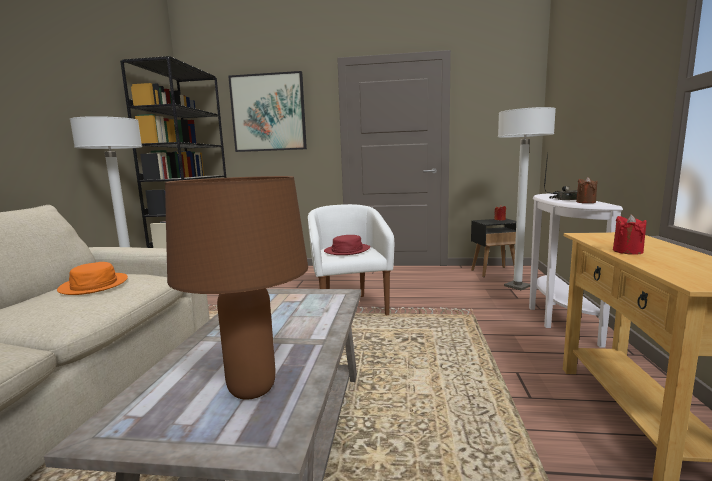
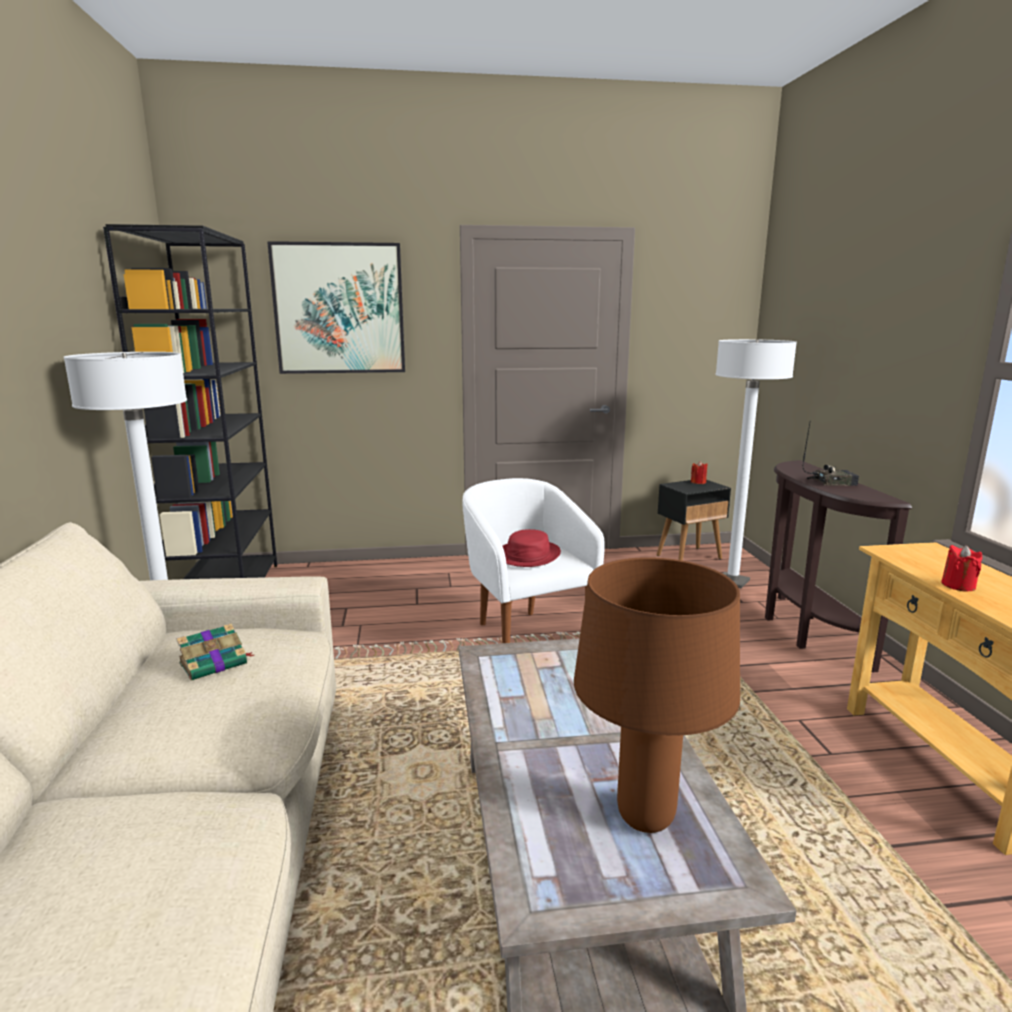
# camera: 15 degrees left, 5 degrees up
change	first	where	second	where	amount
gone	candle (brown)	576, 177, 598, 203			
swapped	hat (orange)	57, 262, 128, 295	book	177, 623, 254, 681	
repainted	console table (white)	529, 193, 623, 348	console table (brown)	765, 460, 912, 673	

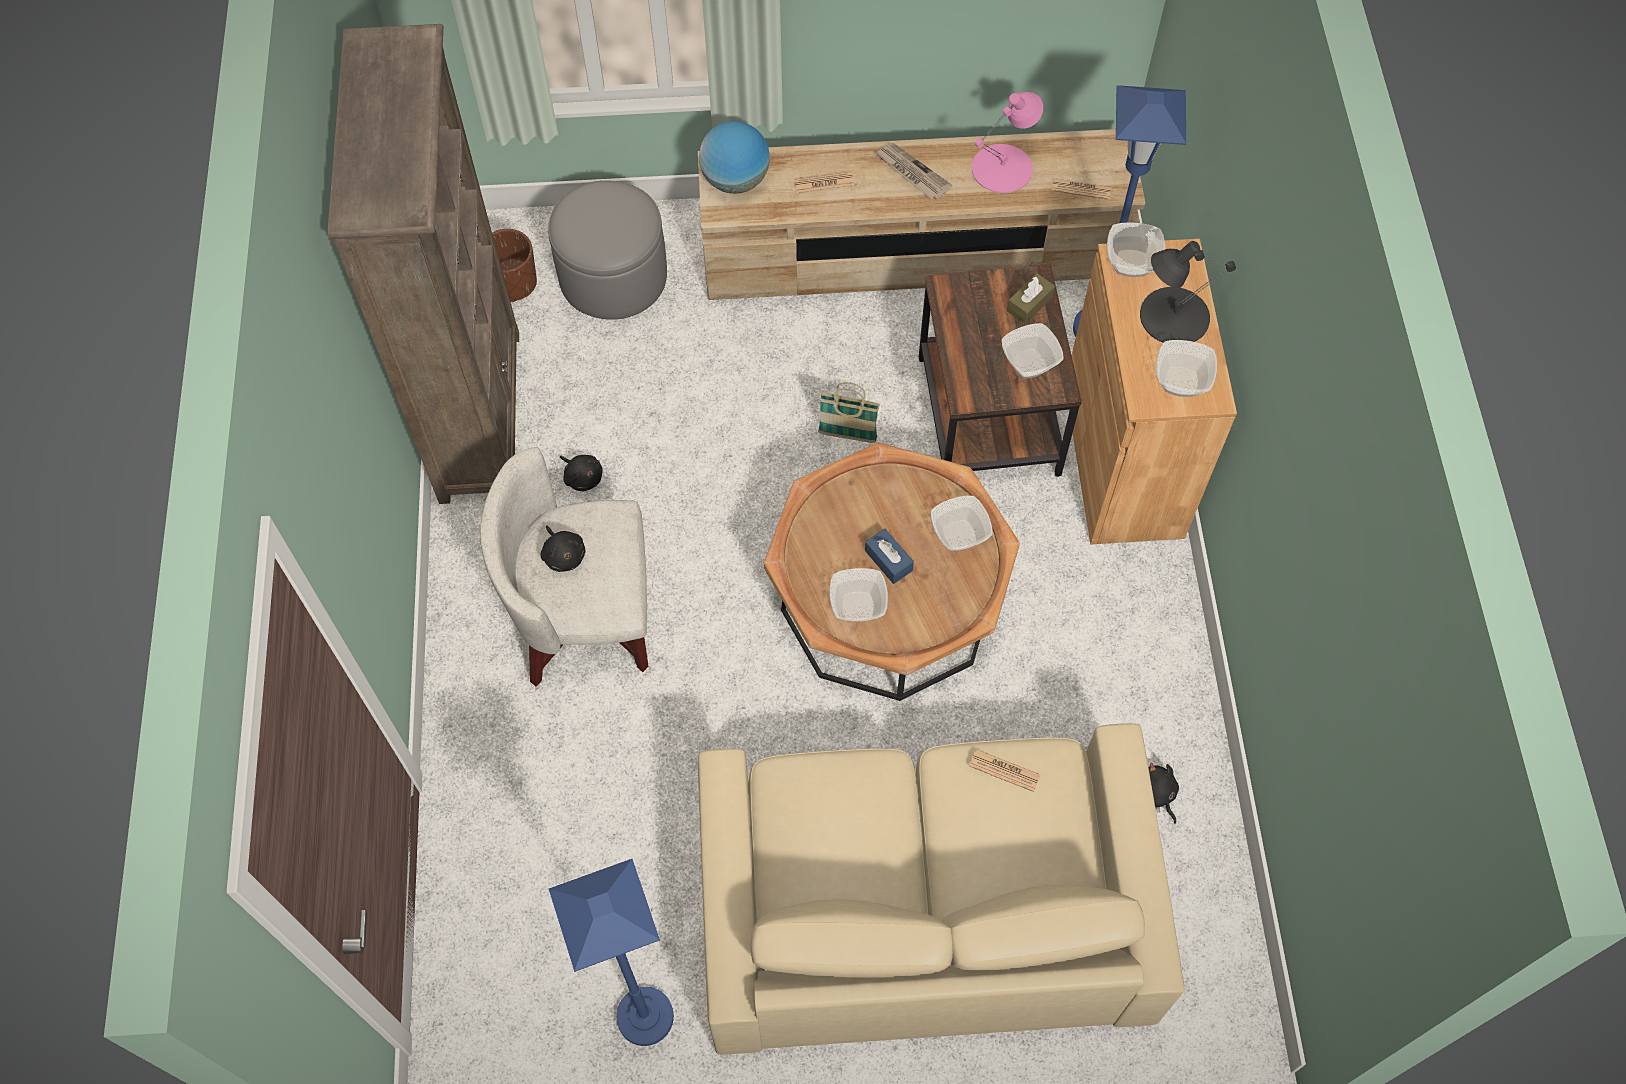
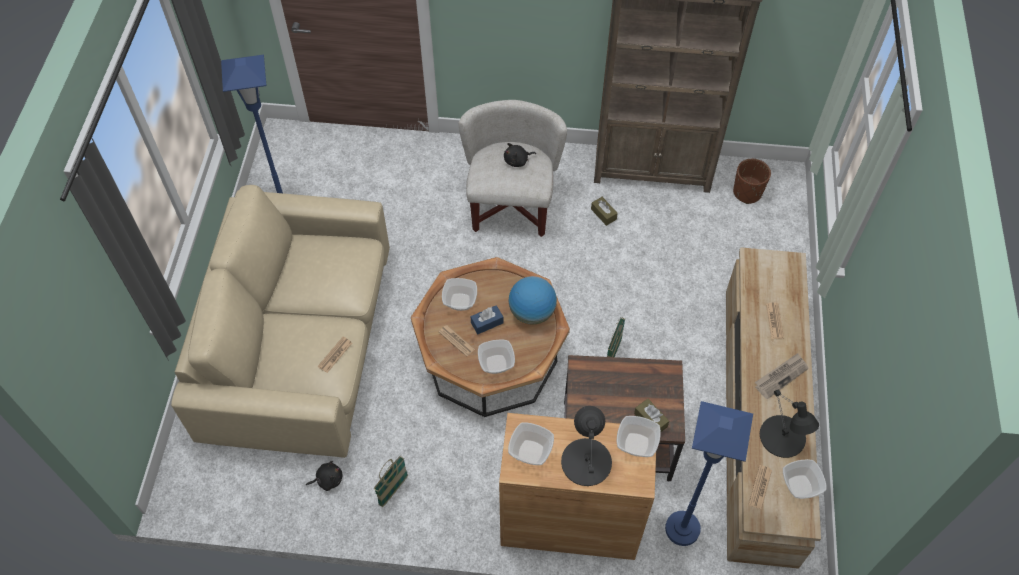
# camera: 100 degrees right, 5 degrees down
change	first	where	second	where	amount
gone	ottoman (grey)	548, 180, 667, 320			
new			basket	374, 456, 408, 507	
new			newspaper	438, 325, 475, 357	
shifted	globe	699, 121, 770, 194		509, 276, 557, 324	
shifted	bowl	1001, 323, 1064, 379		783, 459, 826, 499	
swapped	plush toy (black)	560, 455, 603, 492	tissue box (brown)	591, 197, 618, 226	
repainted	table lamp (pink)	972, 92, 1043, 193	table lamp (black)	760, 389, 819, 458	

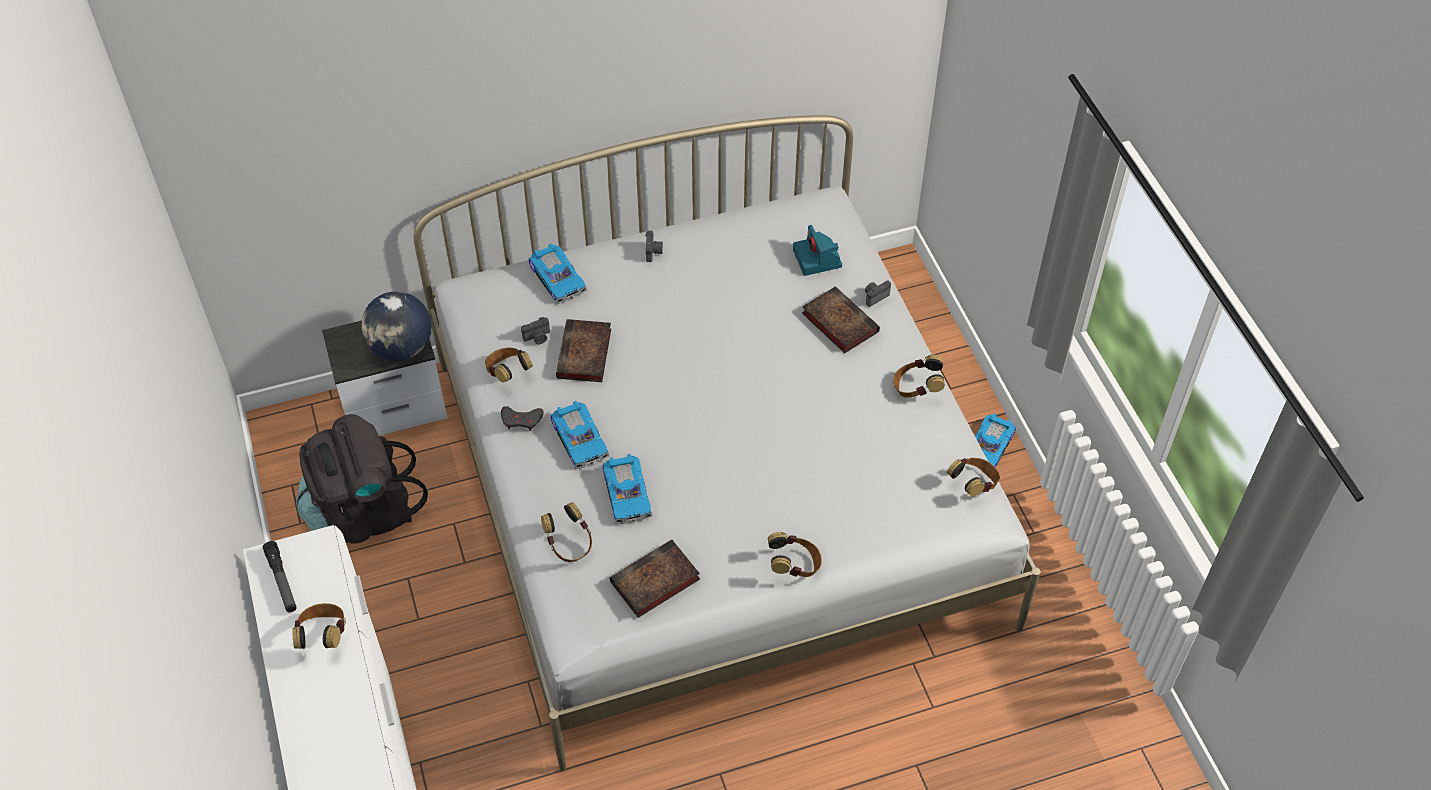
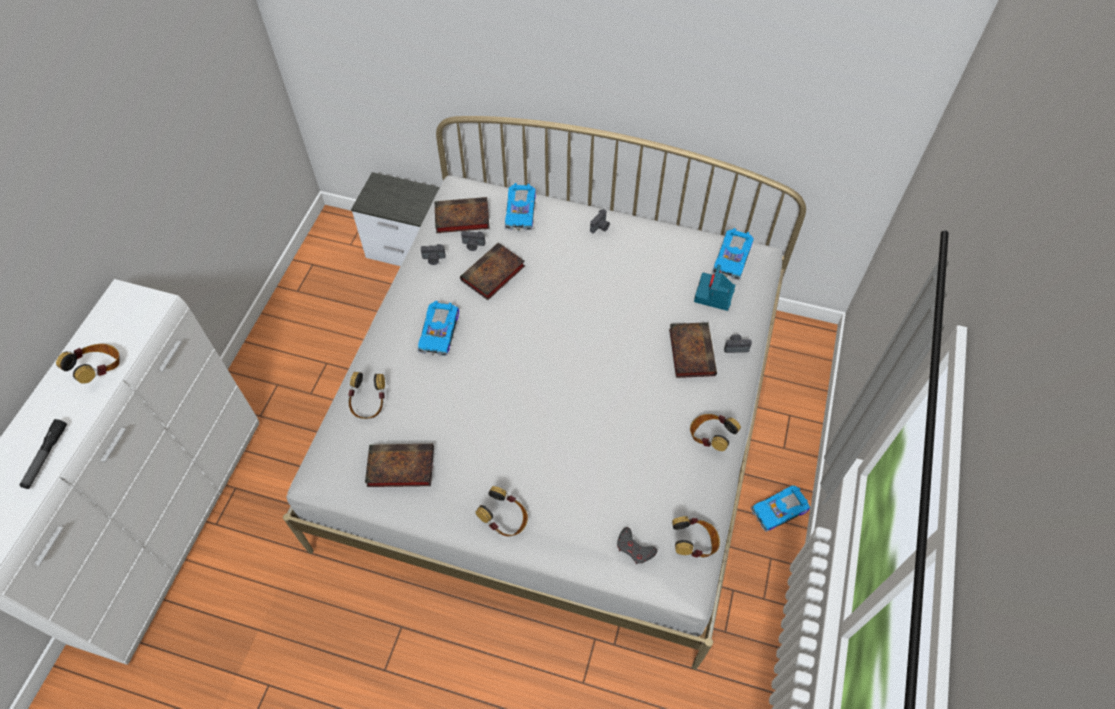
# camera: 35 degrees right, 5 degrees up
change	first	where	second	where	amount
gone	backpack (black)	296, 414, 428, 544			
gone	globe	361, 292, 432, 361			
new			book	435, 197, 490, 233	
shifted	flashlight	263, 541, 297, 613		20, 419, 67, 489	
shifted	game controller (grey)	501, 406, 544, 431		617, 527, 657, 564	
shifted	toy car	603, 454, 652, 524		712, 228, 754, 280	
swapped	headphones	485, 348, 533, 383	photo camera	421, 244, 446, 265	

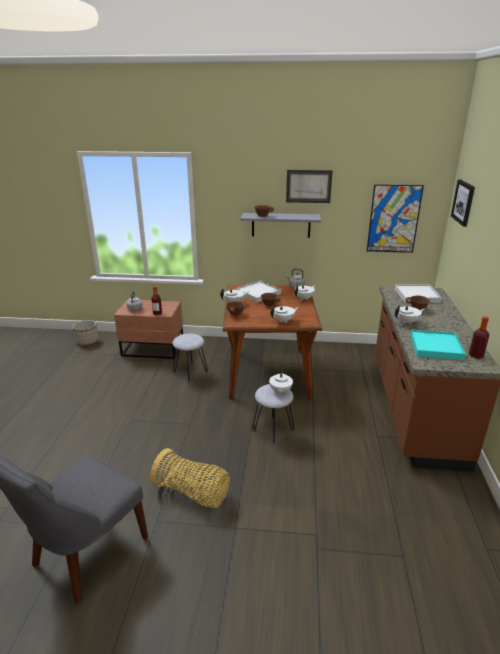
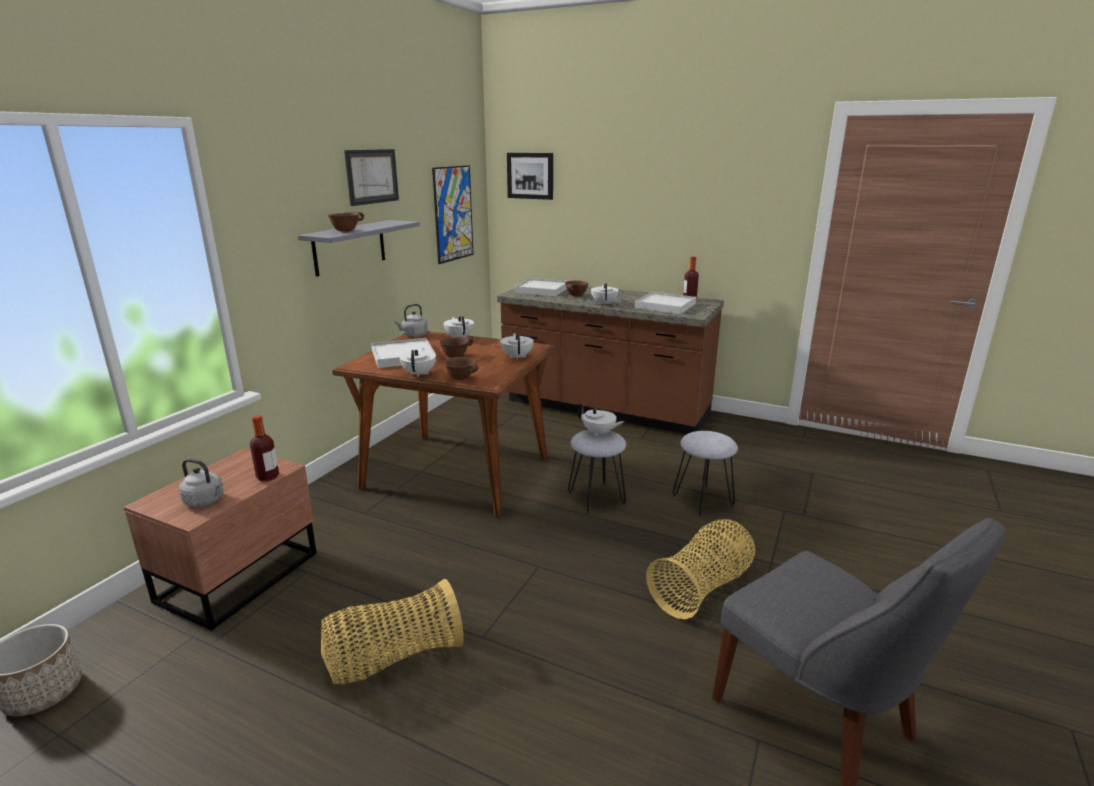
# camera: 70 degrees left, 5 degrees down
change	first	where	second	where	amount
new			basket	321, 578, 464, 684	
shifted	stool (grey)	172, 333, 208, 382		673, 431, 738, 516	
repainted	tray (turquoise)	410, 330, 466, 360	tray (white)	635, 292, 696, 314	

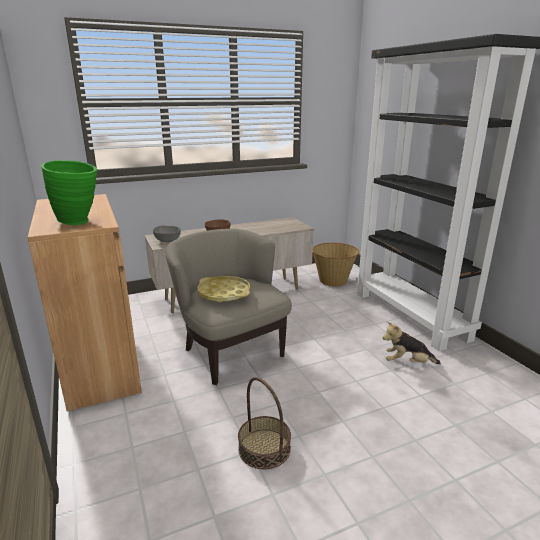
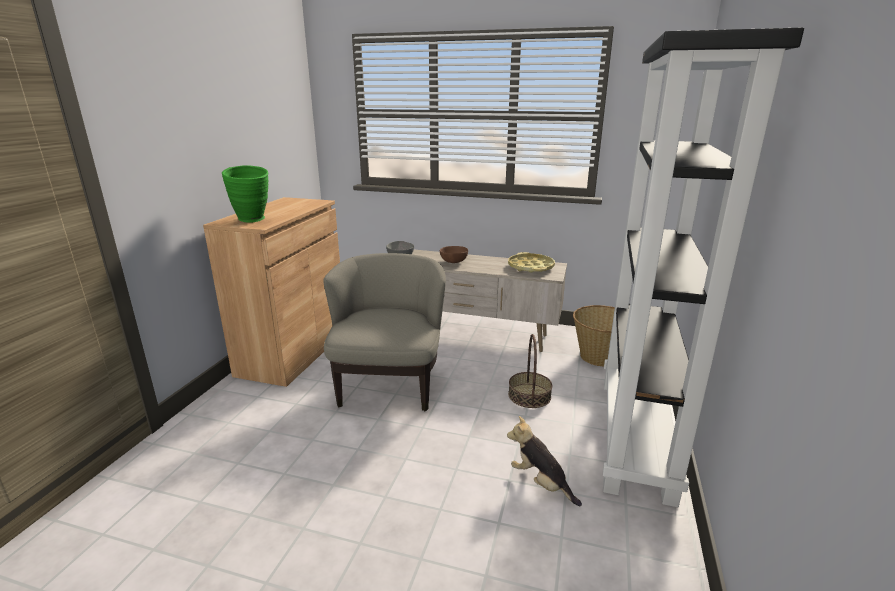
# camera: 40 degrees right, 0 degrees up
change	first	where	second	where	amount
shifted	tray (yellow)	197, 276, 250, 303		508, 252, 555, 273	
shifted	basket	238, 377, 291, 469		508, 334, 552, 408	

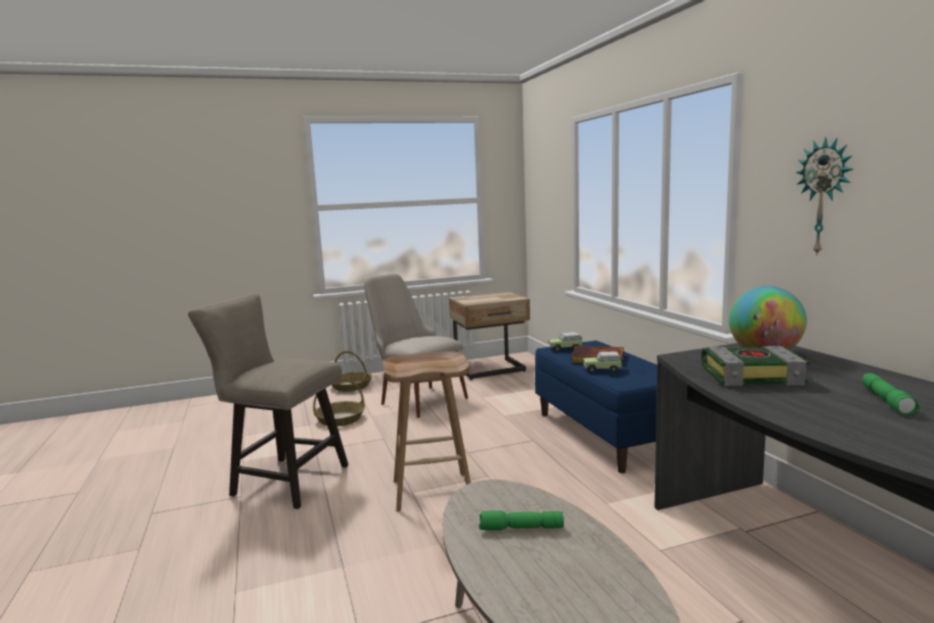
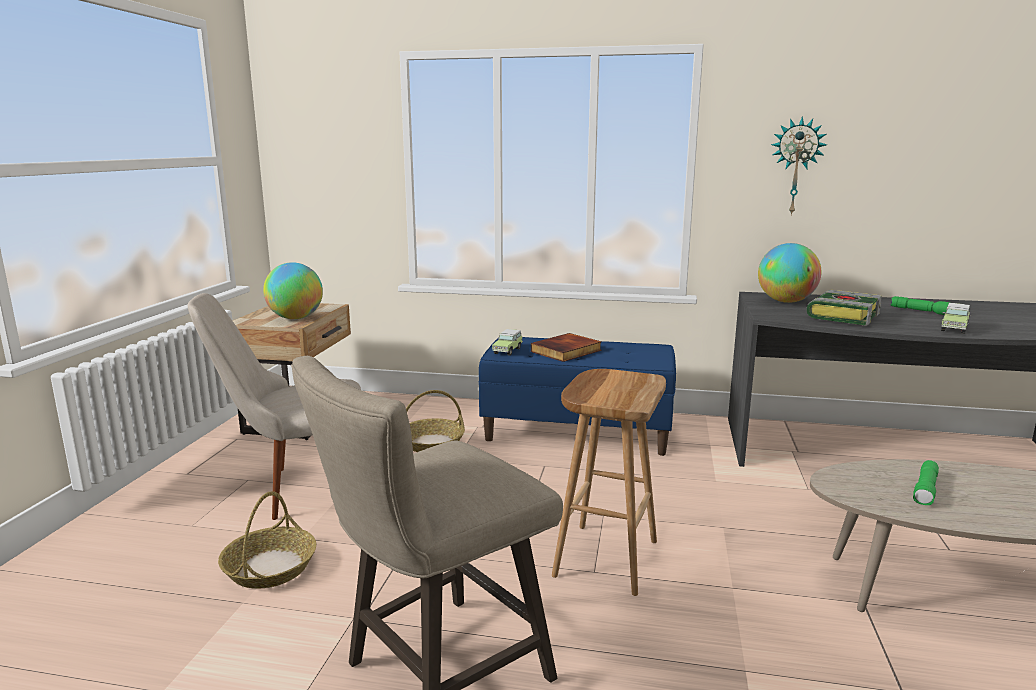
# camera: 60 degrees left, 5 degrees up
change	first	where	second	where	amount
new			globe	263, 262, 323, 319	
shifted	basket	332, 351, 372, 391		406, 390, 465, 452	
shifted	toy car	583, 352, 623, 373		941, 303, 971, 334	

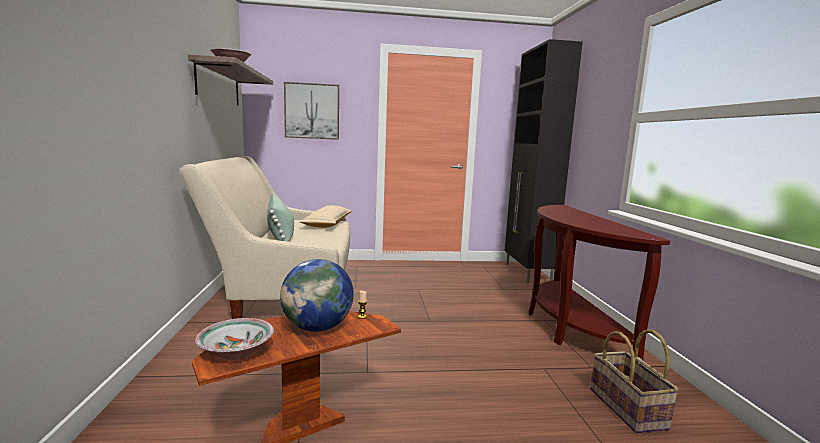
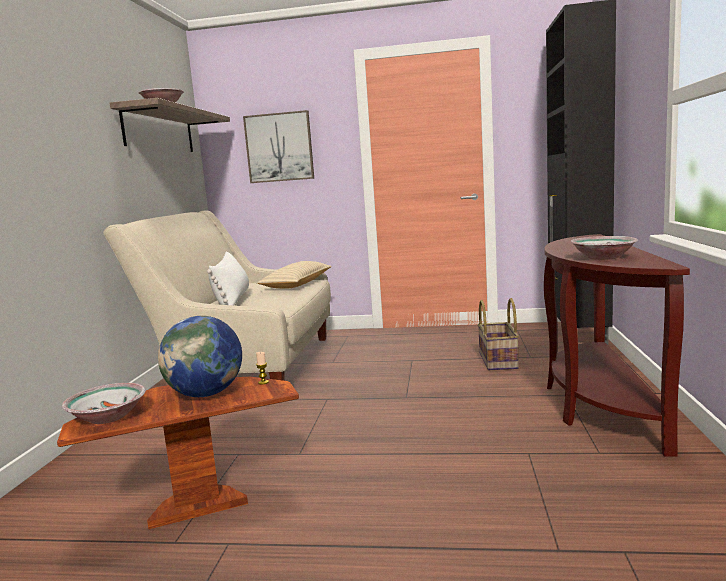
# camera: 15 degrees right, 0 degrees up
change	first	where	second	where	amount
new			bowl	571, 236, 638, 260	
shifted	basket	590, 329, 679, 433		478, 298, 519, 370	
repainted	pillow (green)	267, 193, 294, 242	pillow (white)	207, 251, 249, 305	

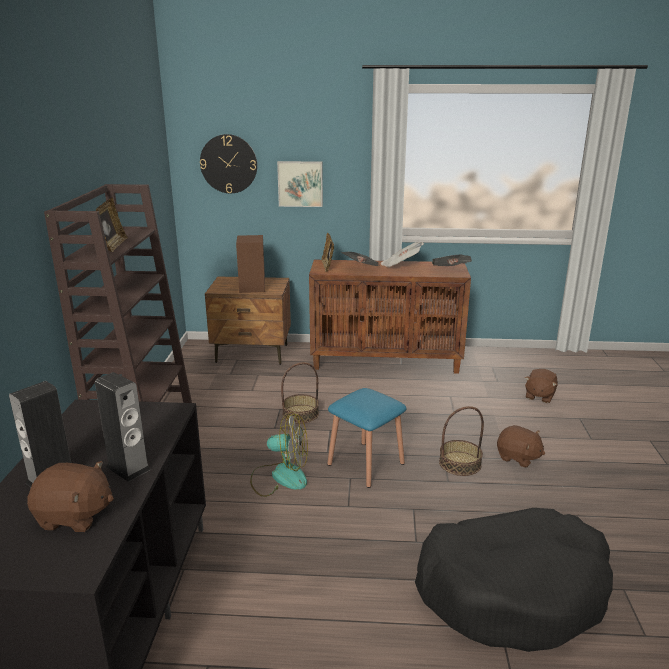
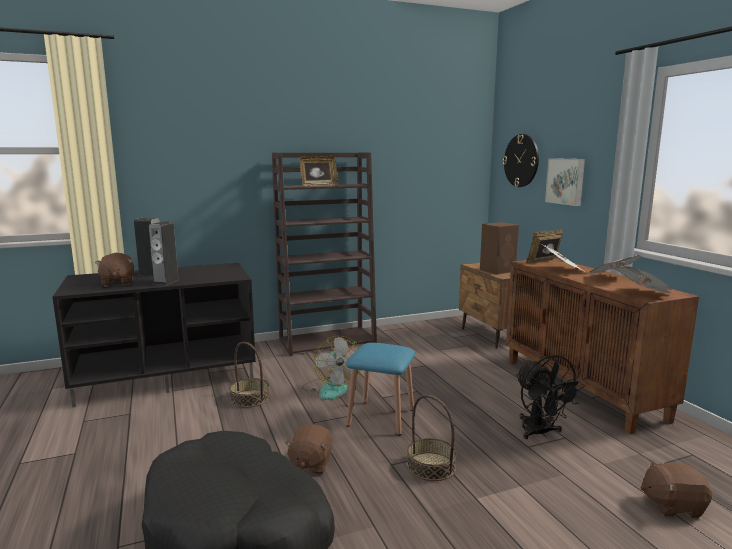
# camera: 65 degrees right, 10 degrees down
change	first	where	second	where	amount
new			fan (black)	516, 355, 585, 439	
shifted	basket	281, 362, 319, 424		229, 342, 269, 408	
shifted	plush toy (brown)	497, 425, 545, 468		285, 424, 332, 475	

